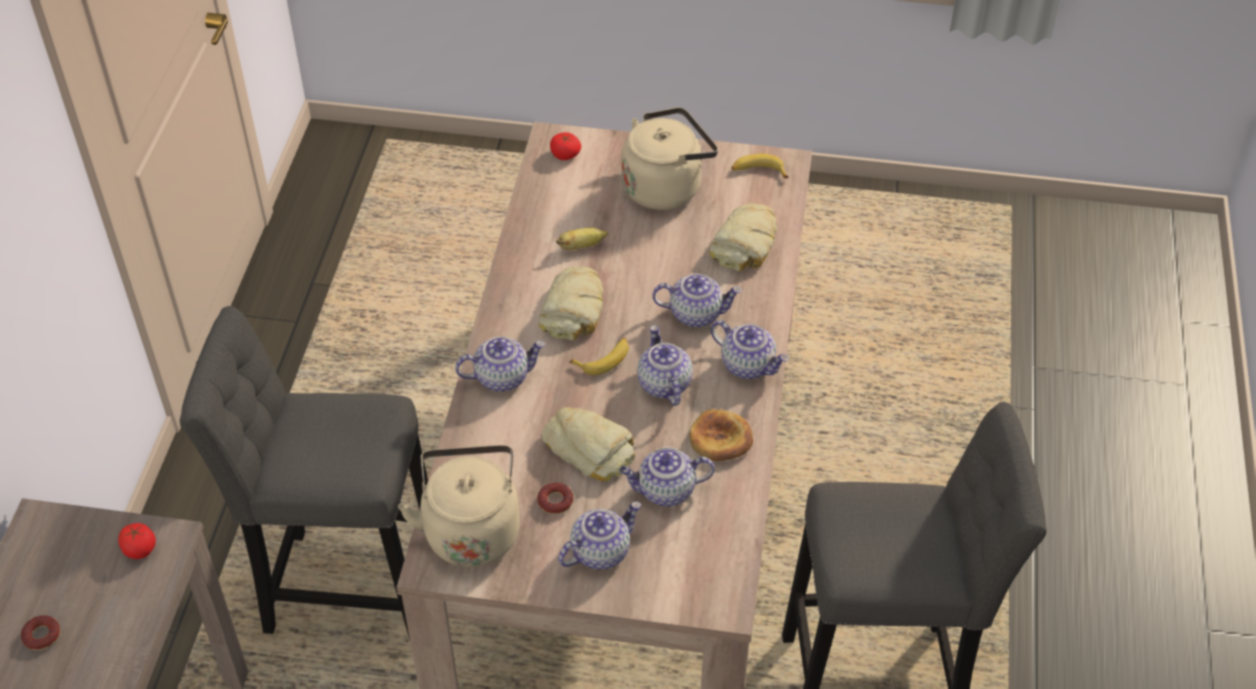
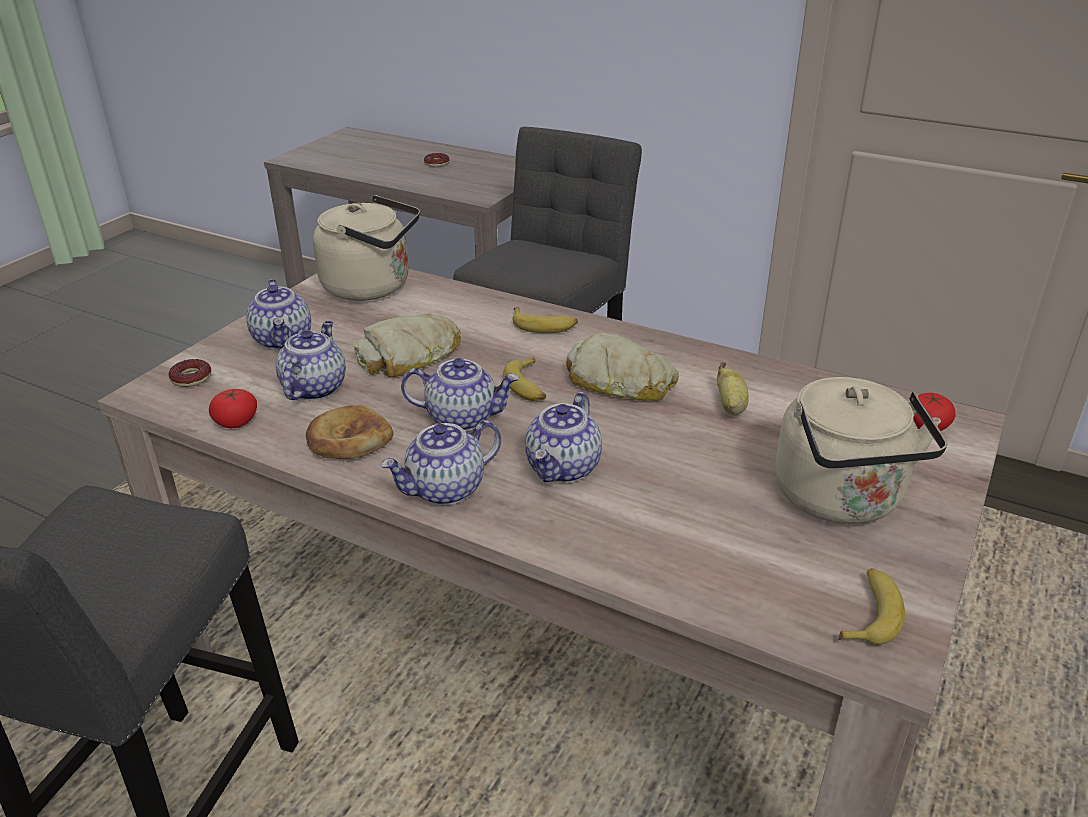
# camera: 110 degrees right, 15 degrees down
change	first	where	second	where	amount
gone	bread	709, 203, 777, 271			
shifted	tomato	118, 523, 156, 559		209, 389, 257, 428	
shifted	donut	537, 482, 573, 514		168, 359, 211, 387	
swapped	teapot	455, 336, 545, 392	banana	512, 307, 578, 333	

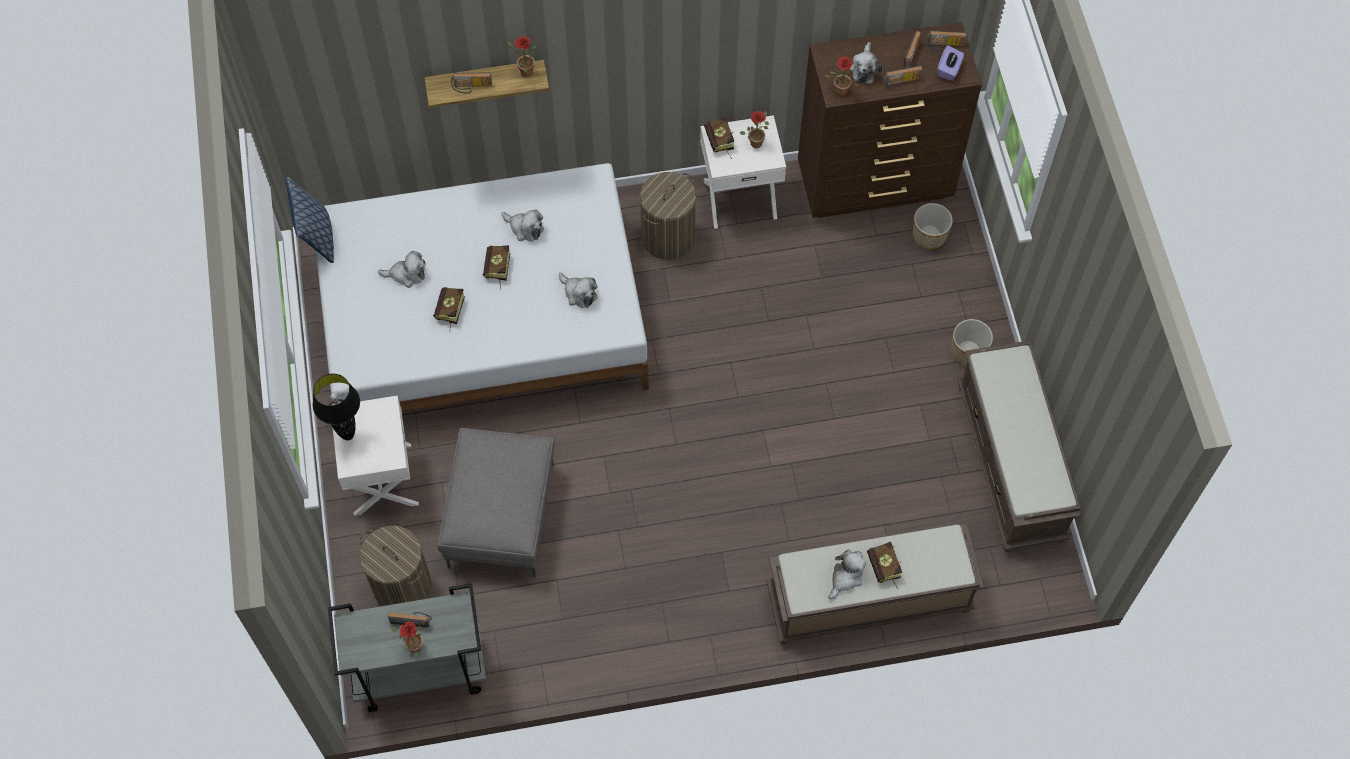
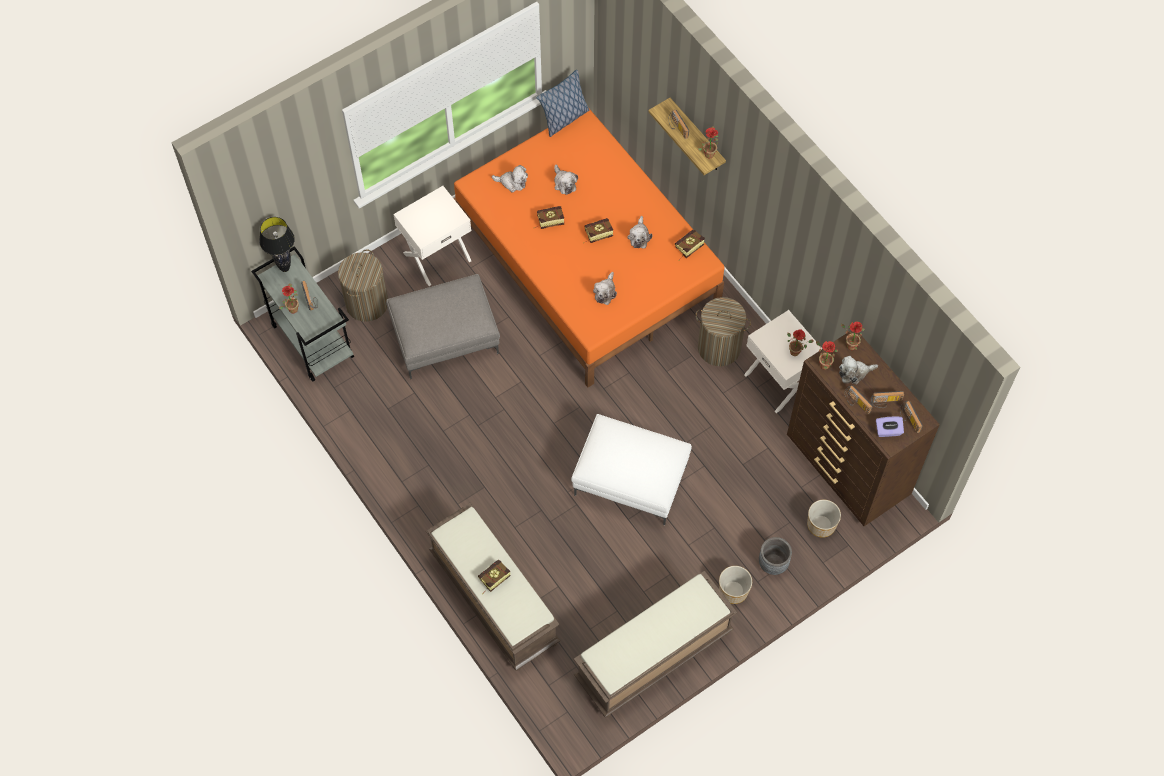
# camera: 65 degrees right, 0 degrees up
change	first	where	second	where	amount
new			ottoman (white)	571, 414, 692, 525	
new			planter (grey)	759, 537, 792, 575	
new			potted plant	841, 321, 864, 350	
shifted	table lamp (black)	313, 374, 360, 440		259, 217, 295, 272	
shifted	book	704, 116, 734, 159		675, 230, 705, 261	
shifted	plush toy	828, 549, 866, 599		492, 165, 528, 193	
repainted	bed (white)	316, 163, 649, 411	bed (orange)	453, 107, 724, 387	

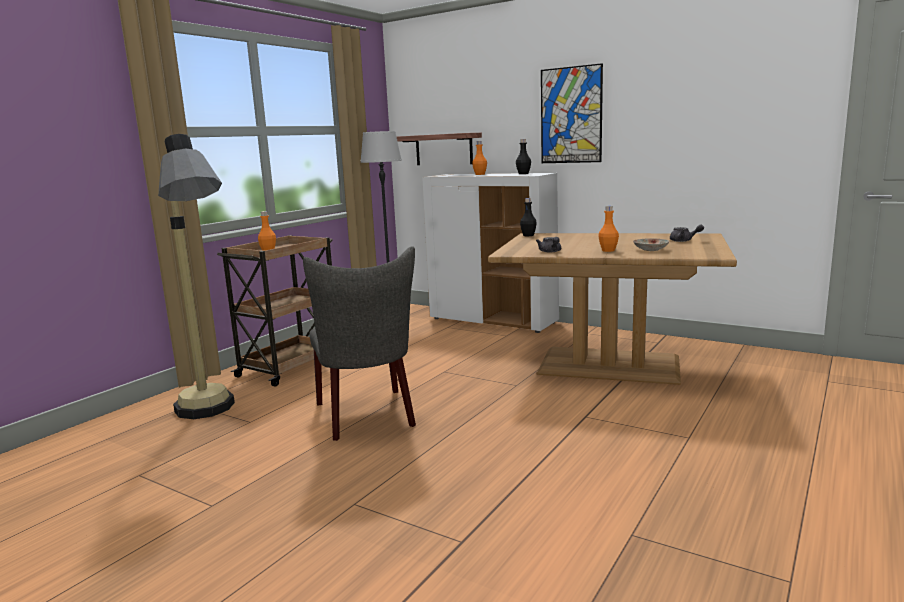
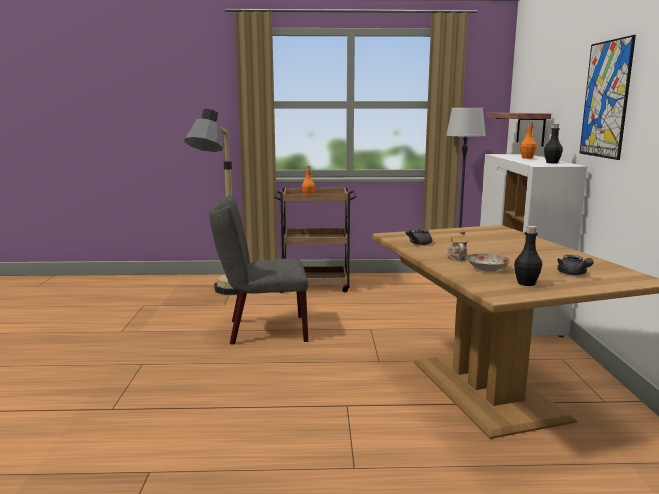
# camera: 55 degrees right, 0 degrees up
change	first	where	second	where	amount
shifted	bottle (black)	520, 198, 537, 236		514, 226, 542, 286	
swapped	bottle (orange)	598, 206, 619, 252	teapot	447, 229, 468, 260	
rotated	chair (grey)	303, 246, 416, 441		209, 194, 308, 345	45 degrees clockwise

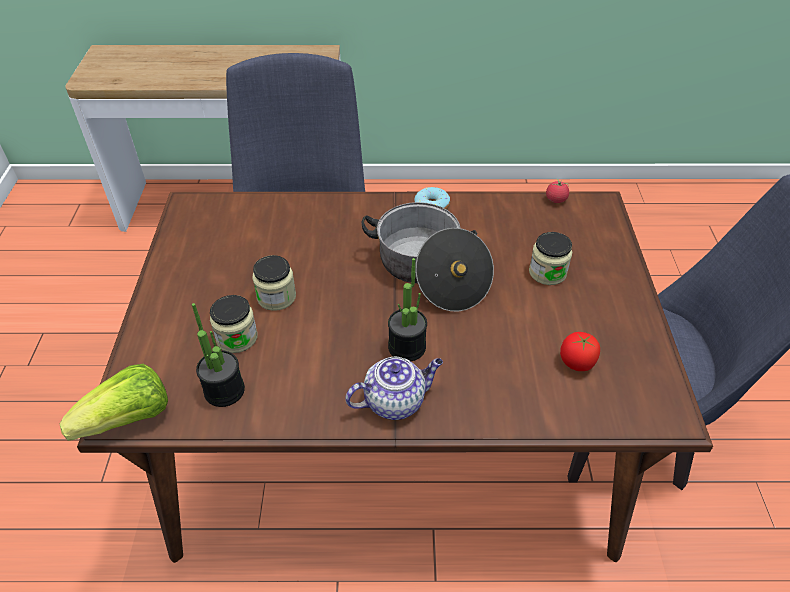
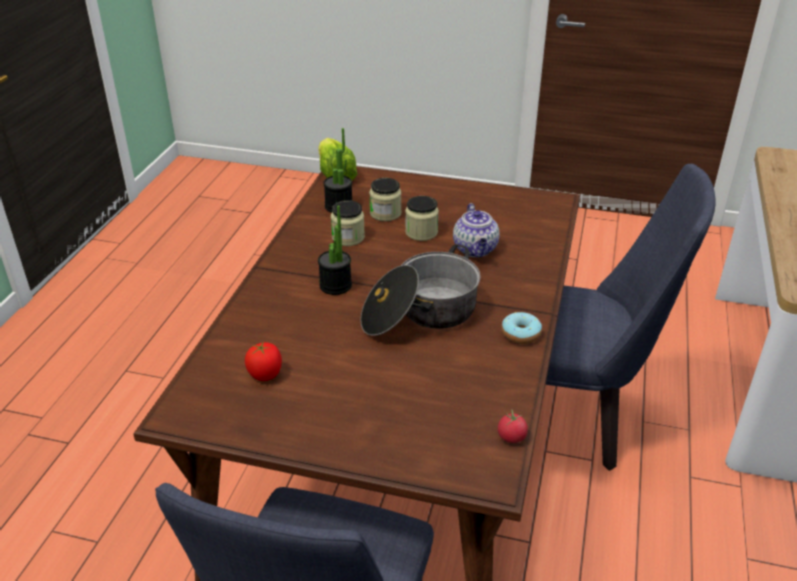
# camera: 105 degrees right, 10 degrees down
change	first	where	second	where	amount
shifted	teapot	345, 357, 443, 420		453, 203, 500, 257	
shifted	jar	529, 232, 572, 285		331, 200, 365, 246	

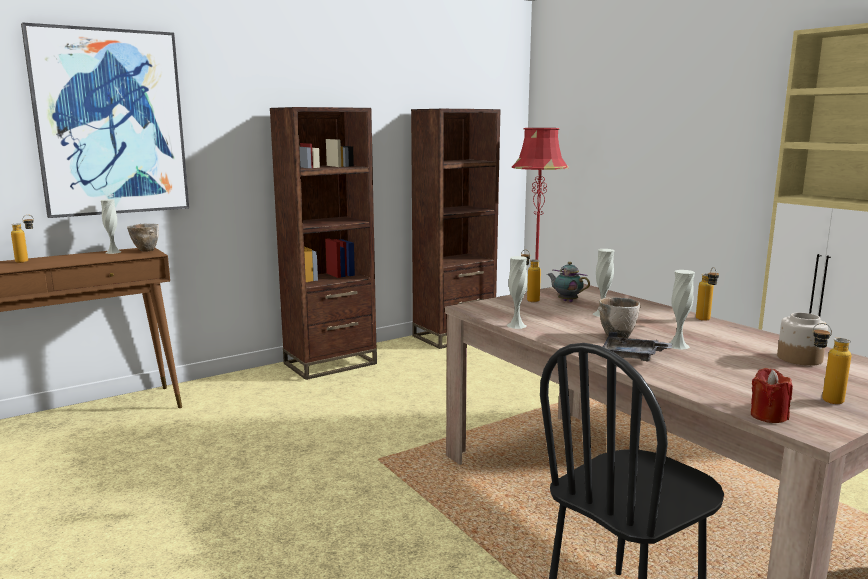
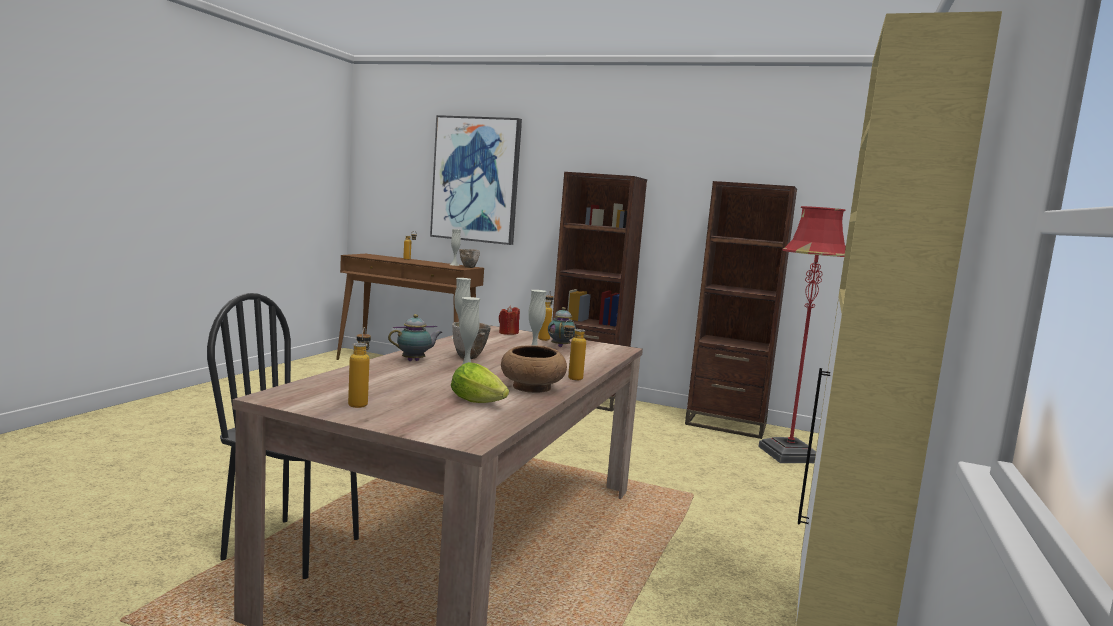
# camera: 55 degrees right, 5 degrees down
change	first	where	second	where	amount
new			bowl (brown)	501, 345, 567, 393	
shifted	candle (red)	751, 368, 793, 423		499, 306, 520, 335	
swapped	tray (grey)	603, 332, 672, 361	teapot	388, 314, 443, 361	
swapped	jar	777, 312, 828, 366	lettuce	451, 362, 509, 403	

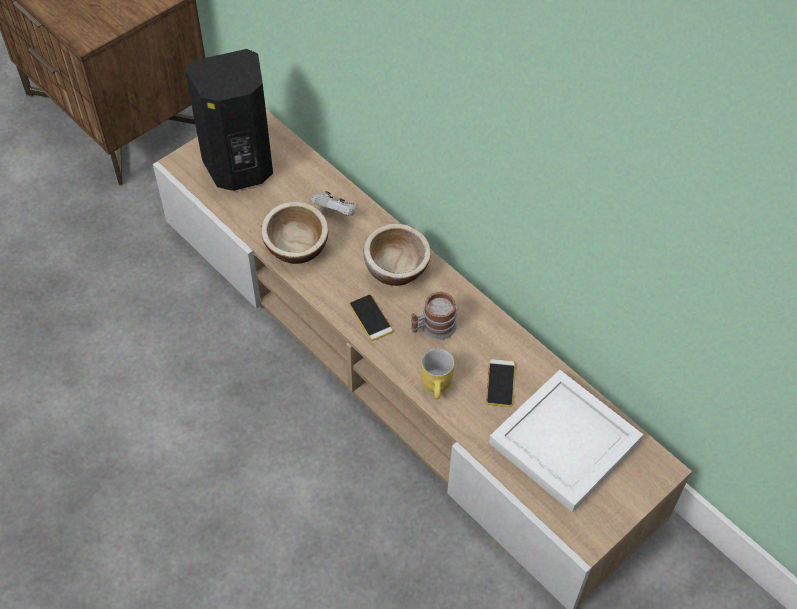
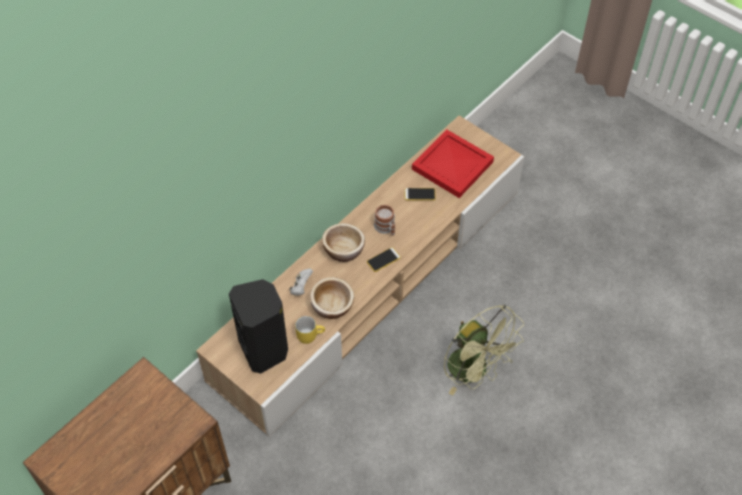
# camera: 95 degrees left, 0 degrees up
change	first	where	second	where	amount
new			fan (green)	444, 305, 524, 395	
shifted	mug (yellow)	421, 348, 455, 399		295, 316, 325, 344	
repainted	tray (white)	489, 370, 644, 513	tray (red)	412, 129, 494, 198	

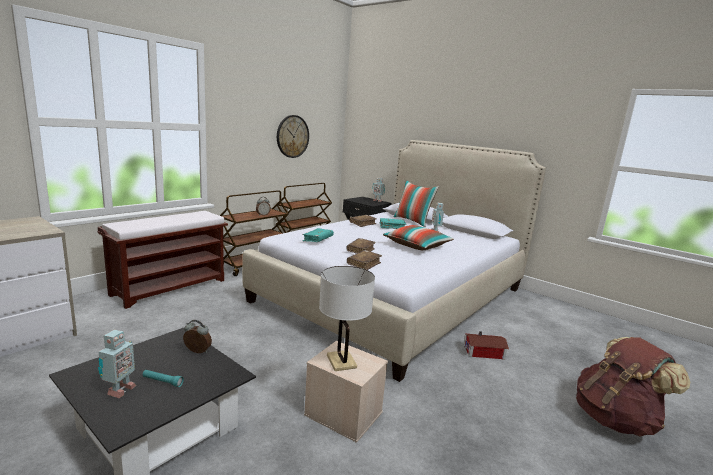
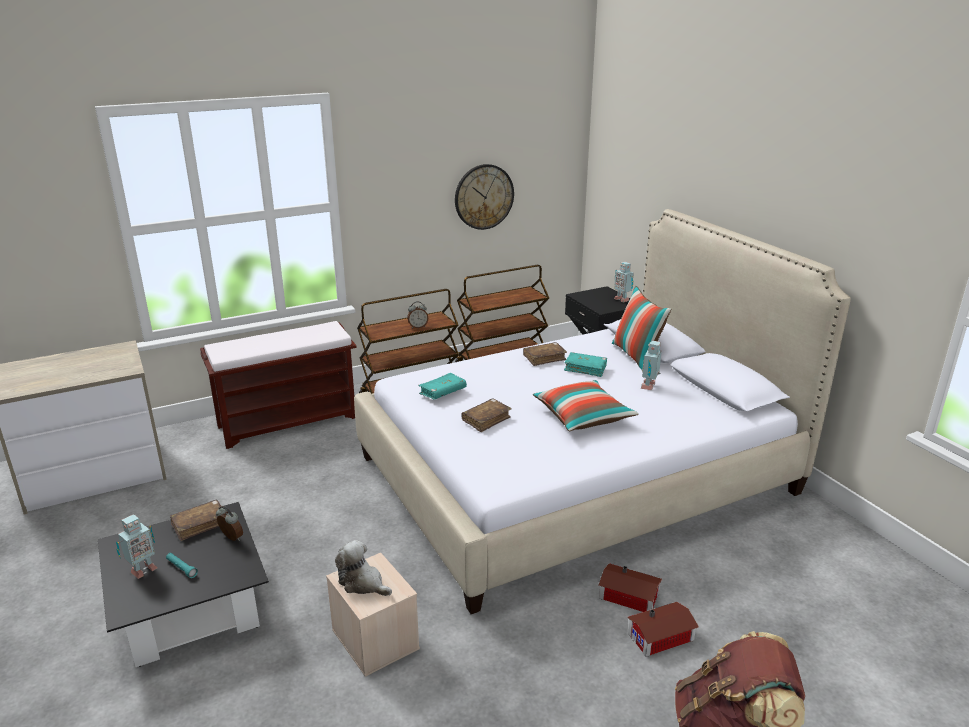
# camera: 25 degrees right, 10 degrees up
change	first	where	second	where	amount
new			toy house	627, 602, 699, 657	
shifted	book (brown)	347, 250, 382, 270		170, 500, 221, 541	
swapped	table lamp (white)	319, 266, 375, 371	plush toy	335, 540, 392, 596	

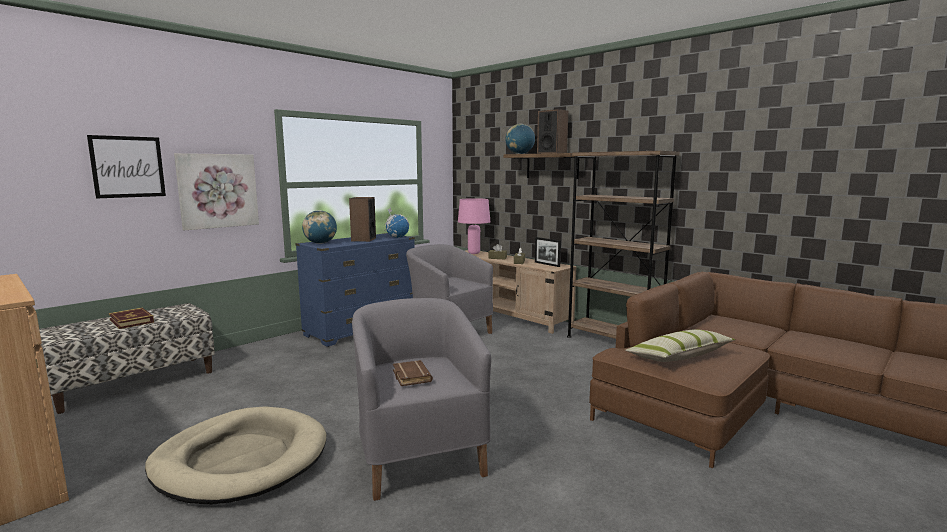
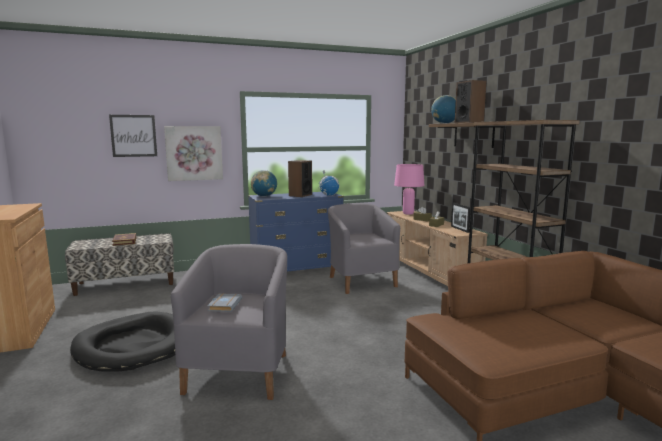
# camera: 25 degrees right, 0 degrees up
change	first	where	second	where	amount
gone	pillow	625, 329, 735, 362			
repainted	dog bed (beige)	145, 406, 326, 504	dog bed (black)	70, 311, 175, 372	
repainted	book (brown)	393, 360, 433, 386	book (grey)	207, 294, 242, 312	

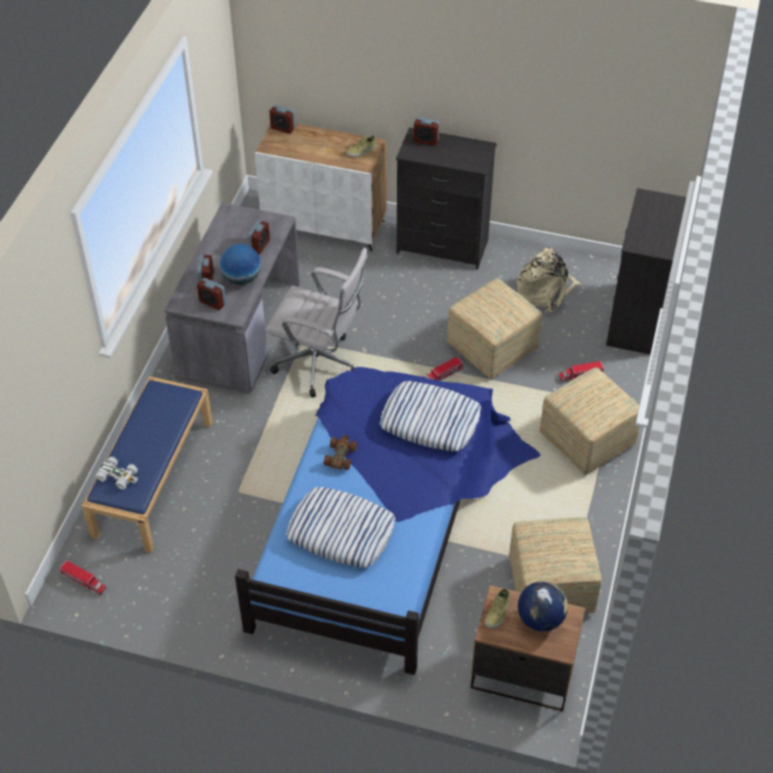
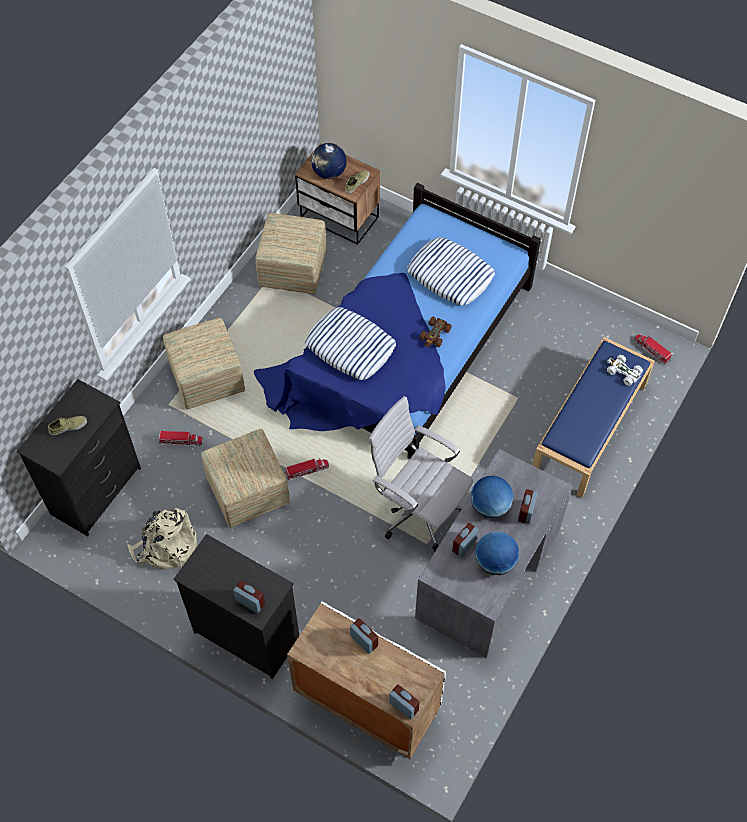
# camera: 165 degrees left, 10 degrees up
change	first	where	second	where	amount
new			globe	475, 531, 519, 575	
shifted	alarm clock	197, 278, 226, 310		350, 618, 378, 654	
shifted	shoe (beige)	346, 136, 377, 157		48, 416, 87, 435	

